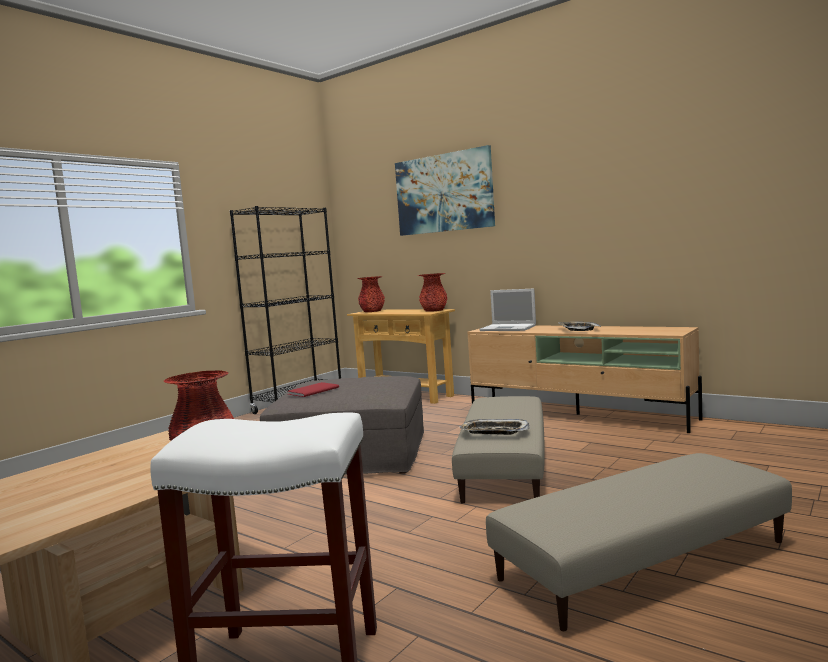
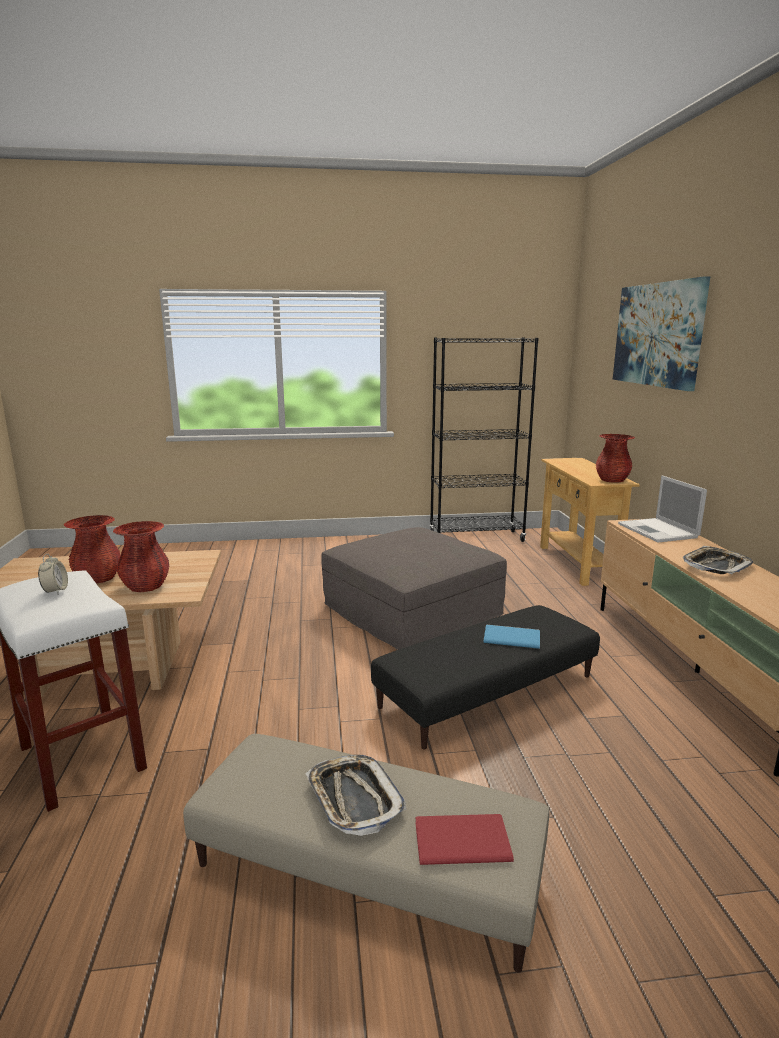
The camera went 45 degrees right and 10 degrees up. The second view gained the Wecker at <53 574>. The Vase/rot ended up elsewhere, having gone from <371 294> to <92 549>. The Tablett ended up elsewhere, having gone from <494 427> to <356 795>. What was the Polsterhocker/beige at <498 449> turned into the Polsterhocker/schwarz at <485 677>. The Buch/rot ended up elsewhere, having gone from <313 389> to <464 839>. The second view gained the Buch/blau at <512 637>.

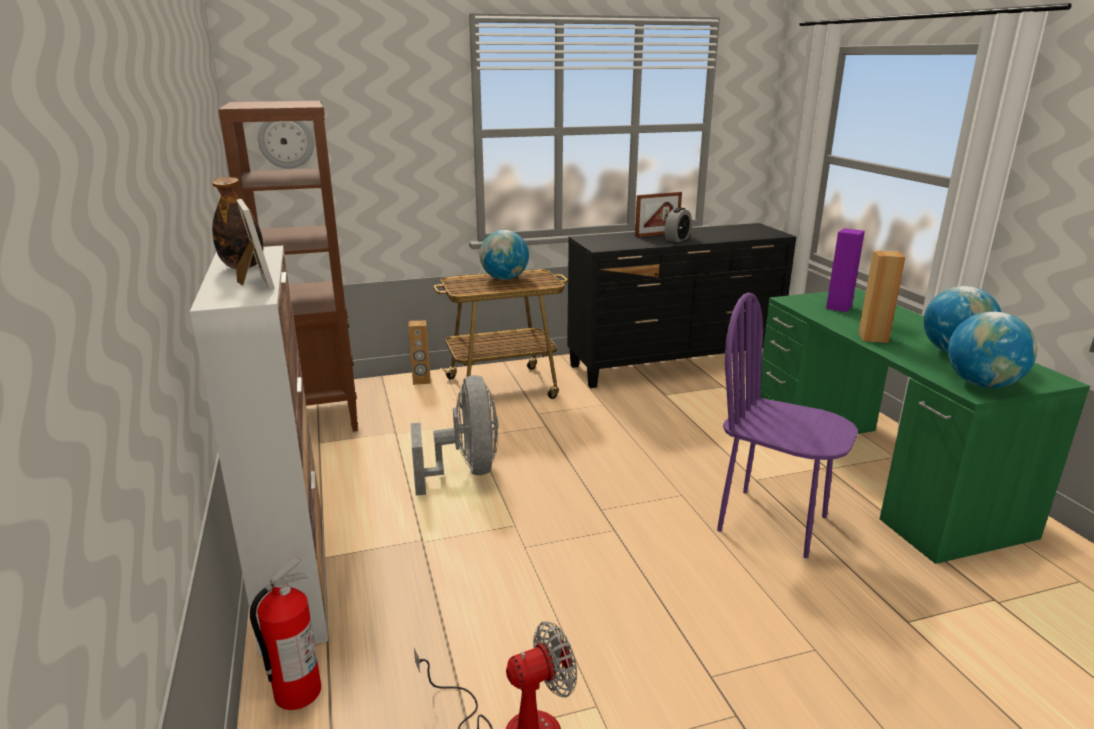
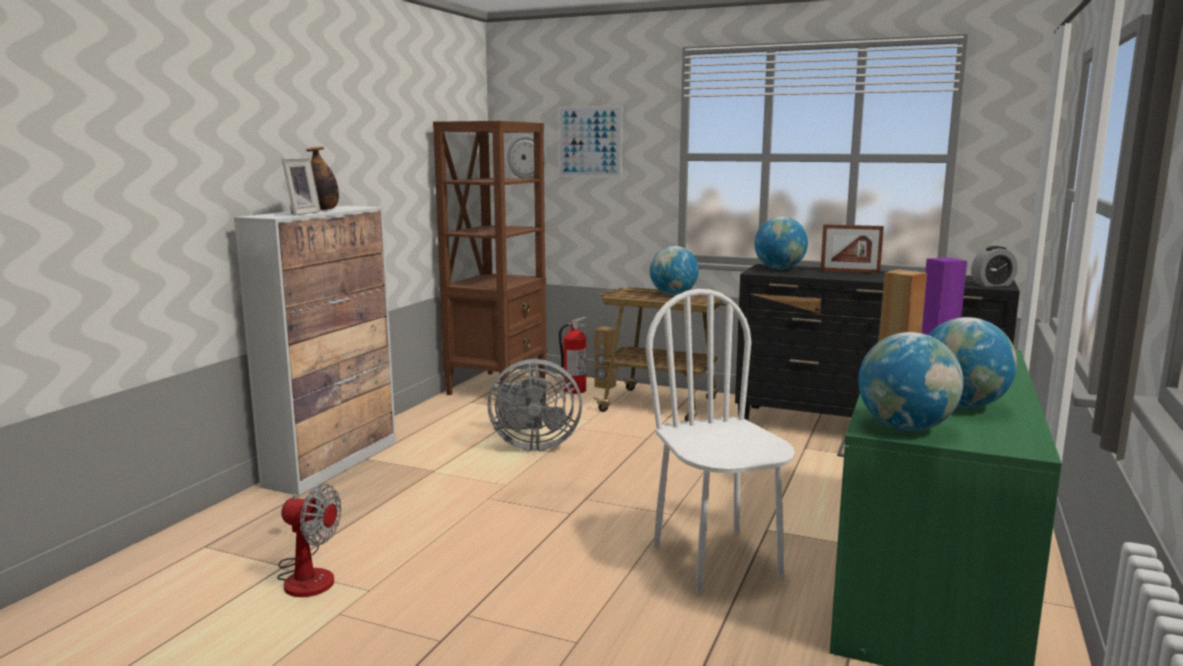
The camera went 40 degrees right and 10 degrees down. The Ventilator/grau at <454 435> ended up facing another way, 60 degrees clockwise from before. The second view gained the Bild at <590 142>. The Feuerlöscher ended up elsewhere, having gone from <285 633> to <574 355>. What was the Stuhl/lila at <787 425> turned into the Stuhl/weiß at <720 441>. The second view gained the Globus at <781 243>. The Wecker ended up elsewhere, having gone from <678 224> to <994 266>.

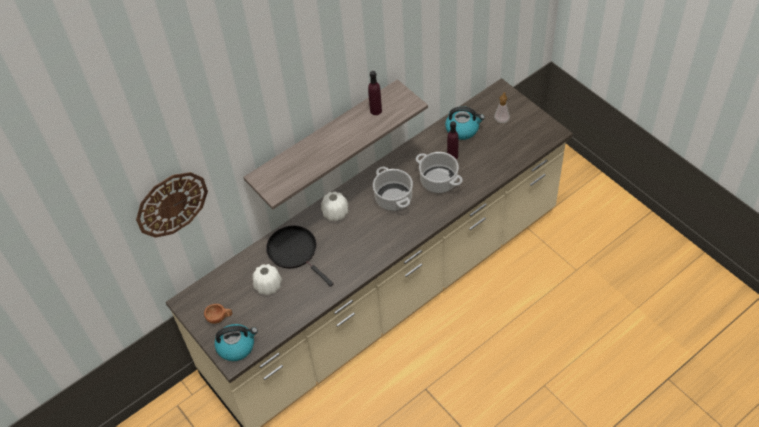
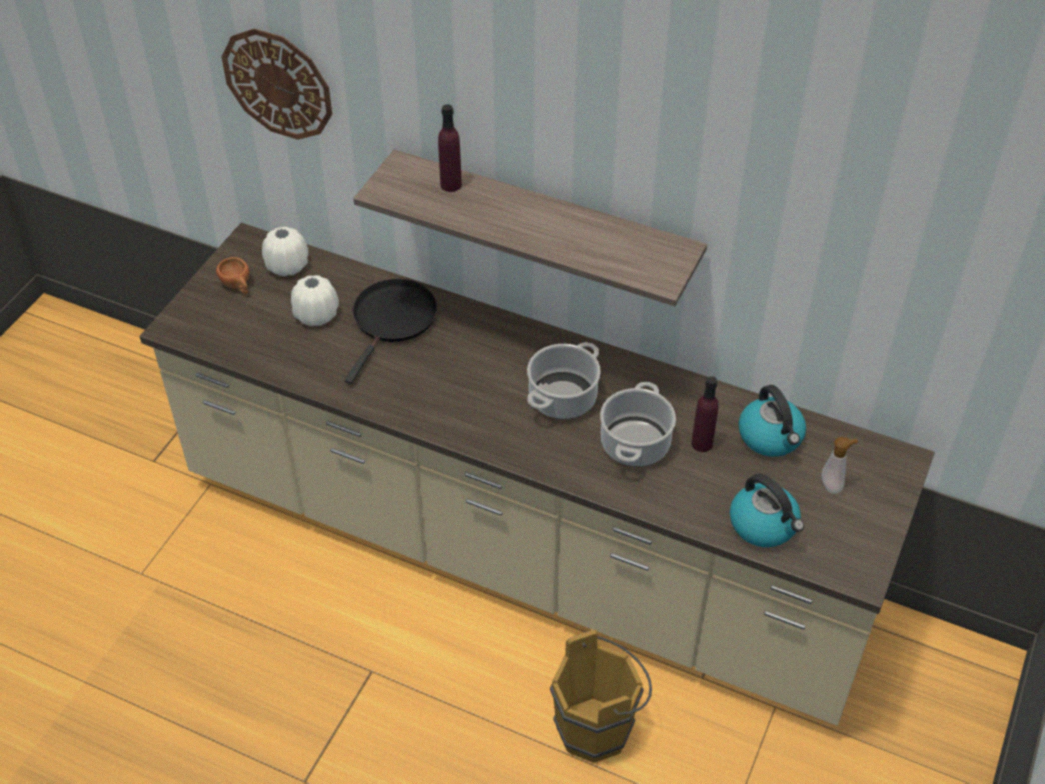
The camera went 60 degrees right and 5 degrees down. The Vase/weiß ended up elsewhere, having gone from <334 206> to <285 251>. The Flasche/lila ended up elsewhere, having gone from <375 93> to <450 148>. The second view gained the Eimer/braun at <601 696>. The Wasserkessel ended up elsewhere, having gone from <236 342> to <767 510>.

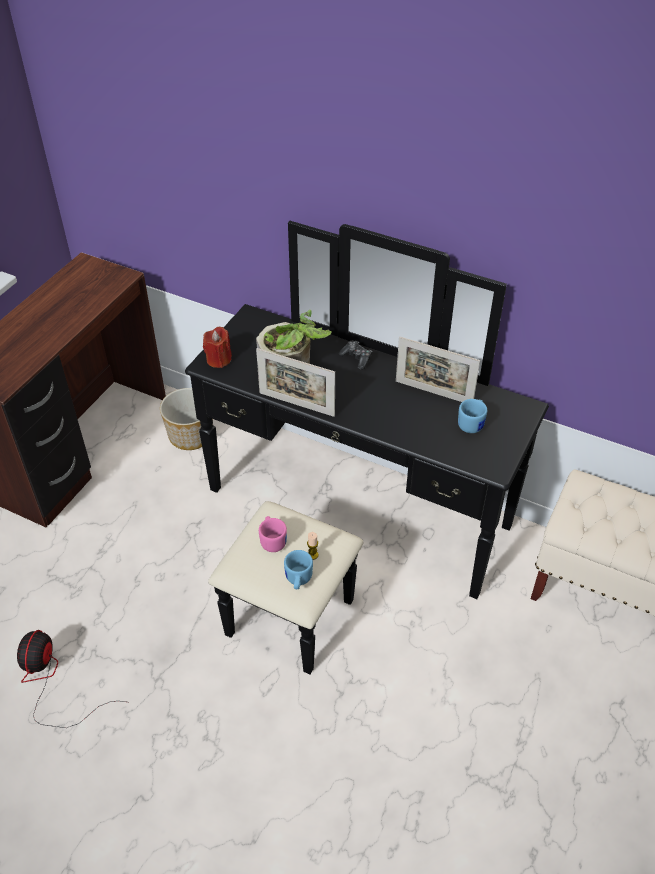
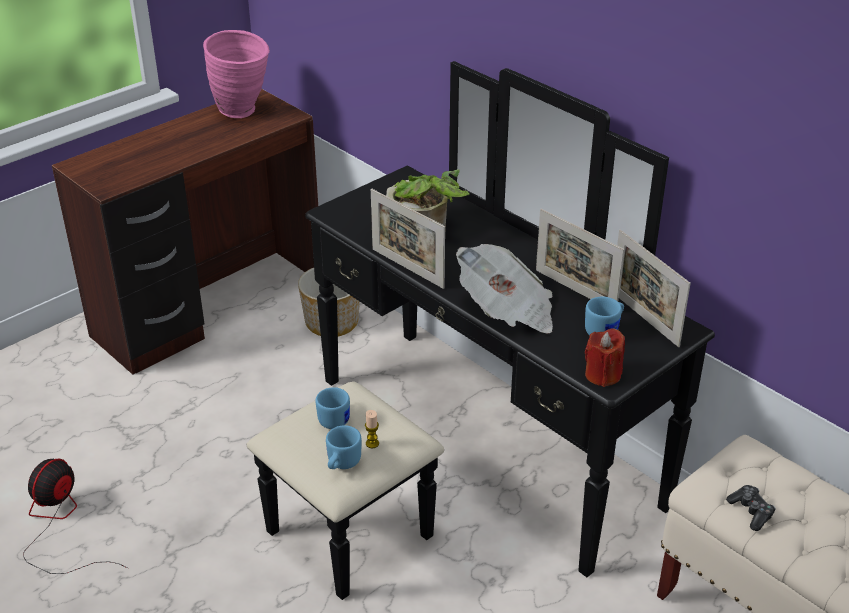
The camera went 20 degrees right and 10 degrees down. The second view gained the Vase/rosa at <236 74>. What was the Henkelbecher/rosa at <273 534> turned into the Henkelbecher/blau at <333 408>. The second view gained the Zeitung at <504 289>. The Kerze/rot ended up elsewhere, having gone from <217 347> to <605 357>. The second view gained the Bilderrahmen at <654 288>. The Gamepad ended up elsewhere, having gone from <355 355> to <751 508>.

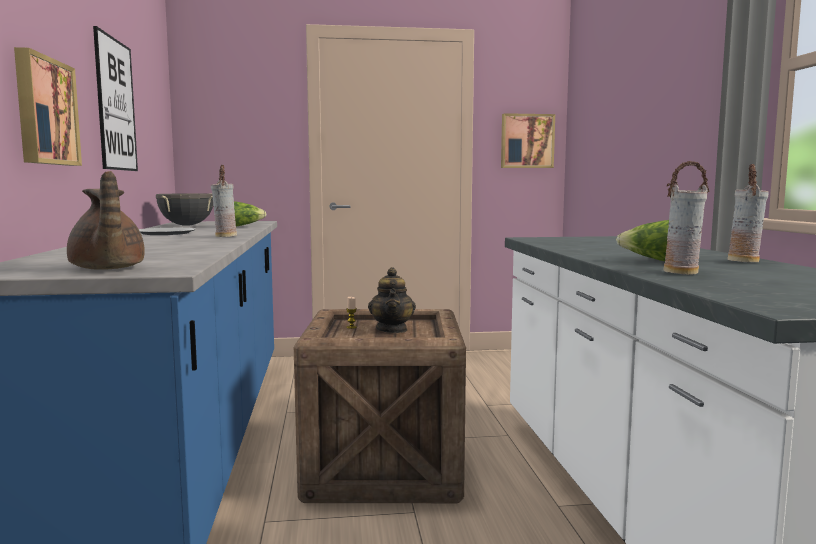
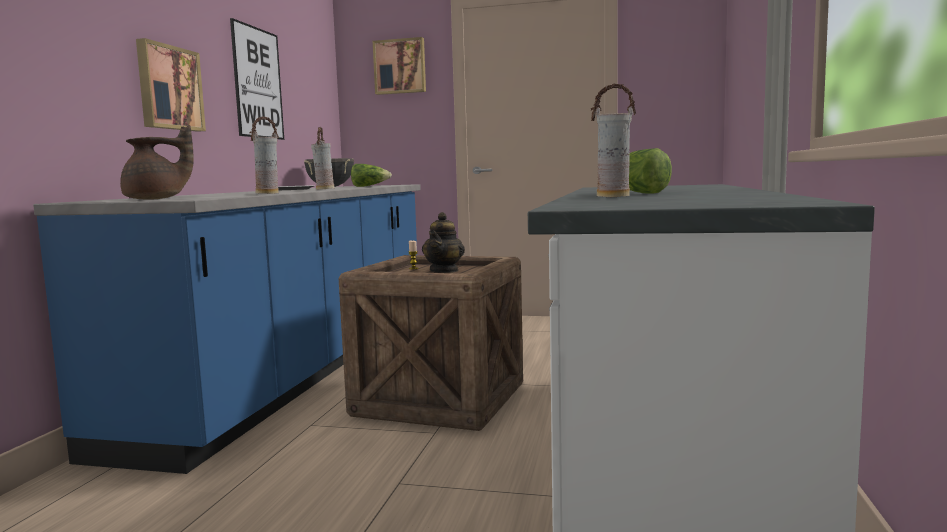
The camera went 20 degrees right and 0 degrees up. The Teekanne/braun at <106 220> ended up facing another way, 105 degrees counterclockwise from before. The Vase ended up elsewhere, having gone from <748 213> to <264 155>. The Bild ended up elsewhere, having gone from <528 140> to <399 66>.

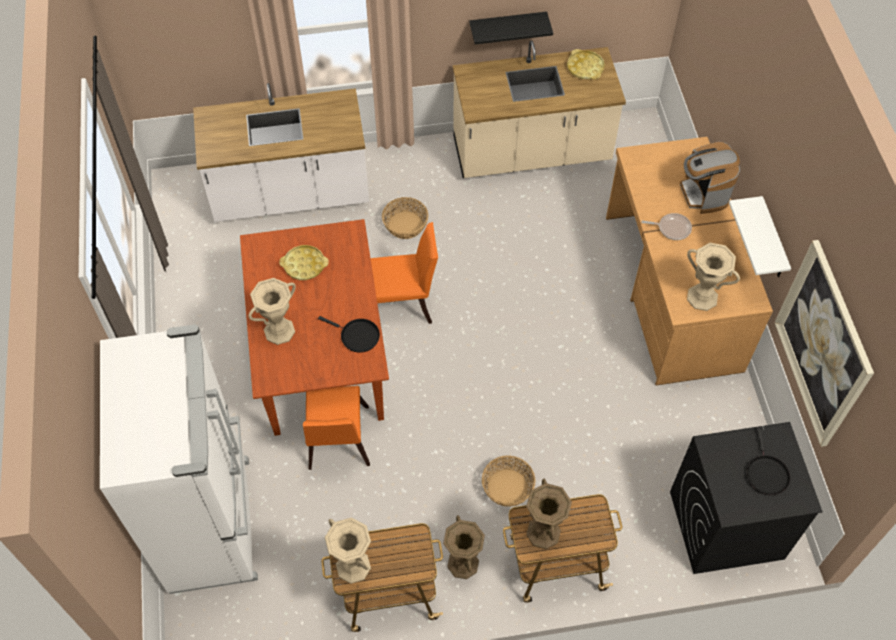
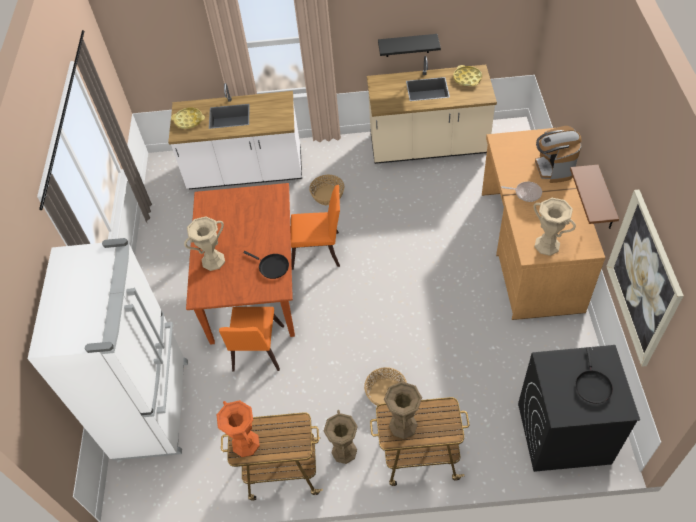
The camera went 10 degrees right and 5 degrees down. The Tablett/gelb ended up elsewhere, having gone from <304 262> to <188 118>. What was the Vase/beige at <348 551> turned into the Vase/orange at <238 428>. What was the Wandregal/weiß at <760 236> turned into the Wandregal/braun at <594 197>.

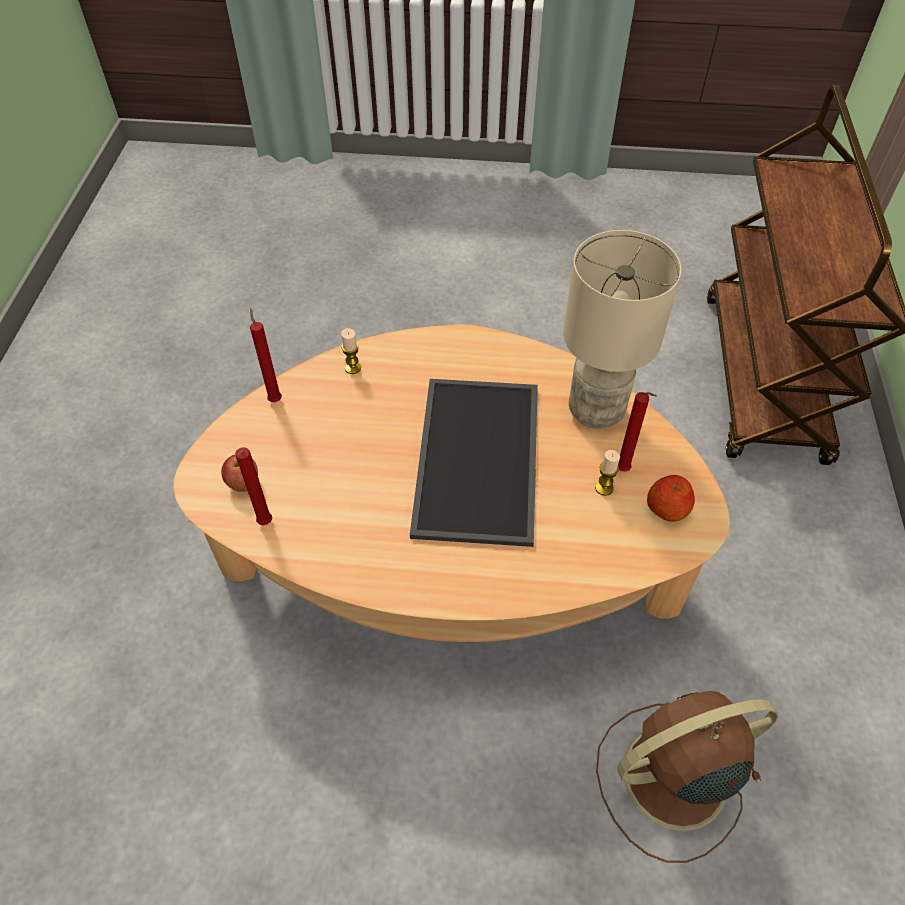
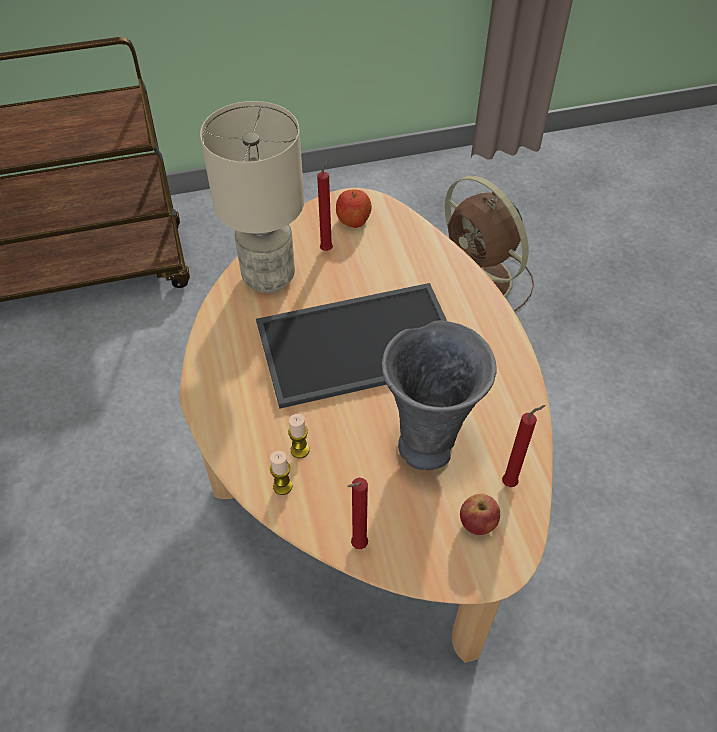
The camera went 110 degrees left and 0 degrees up. The Kerze ended up elsewhere, having gone from <607 473> to <298 436>. The second view gained the Vase/grau at <439 395>.

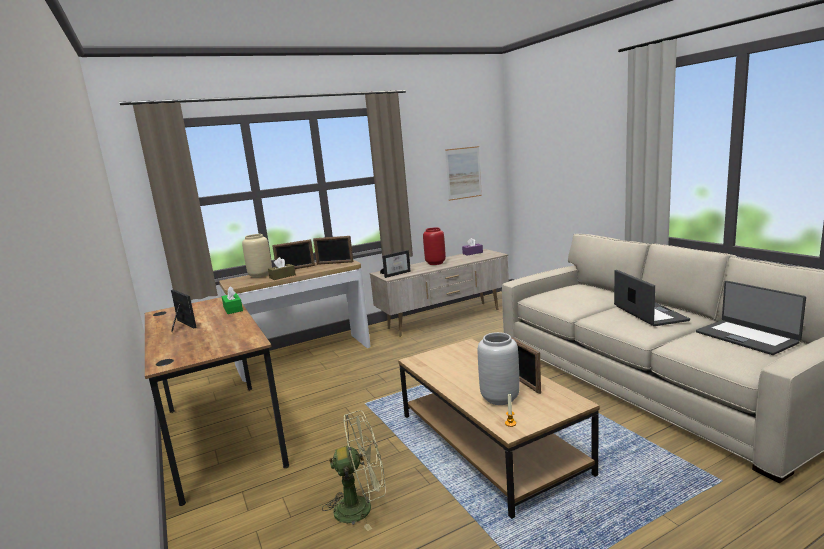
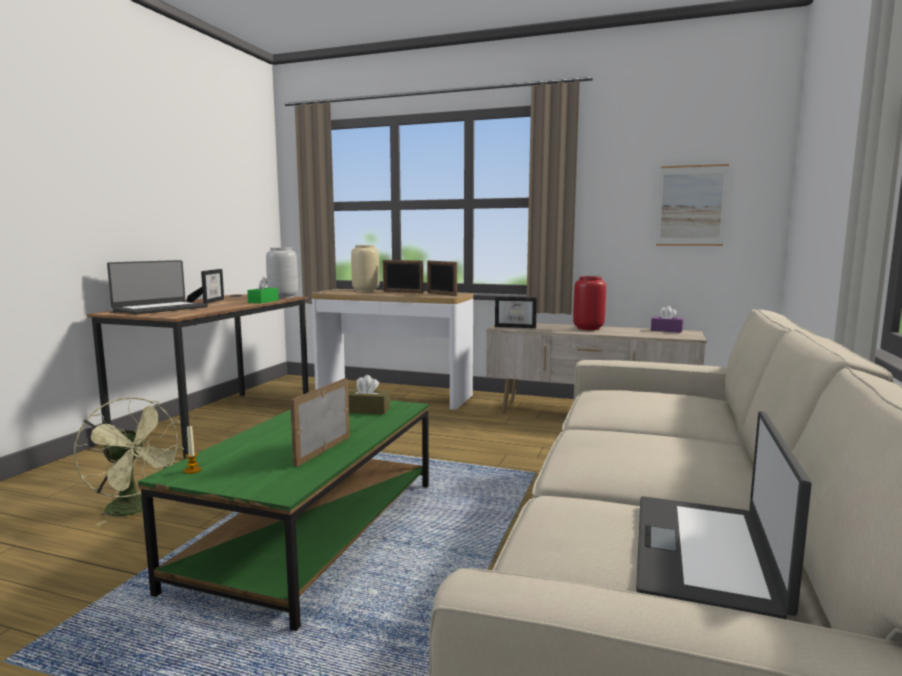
The camera went 45 degrees right and 5 degrees down. The Laptop ended up elsewhere, having gone from <652 298> to <157 287>. What was the Couchtisch/braun at <499 428> turned into the Couchtisch/grün at <283 515>. The Vase/grau ended up elsewhere, having gone from <499 368> to <282 272>. The Taschentuchbox/braun ended up elsewhere, having gone from <282 268> to <369 394>.

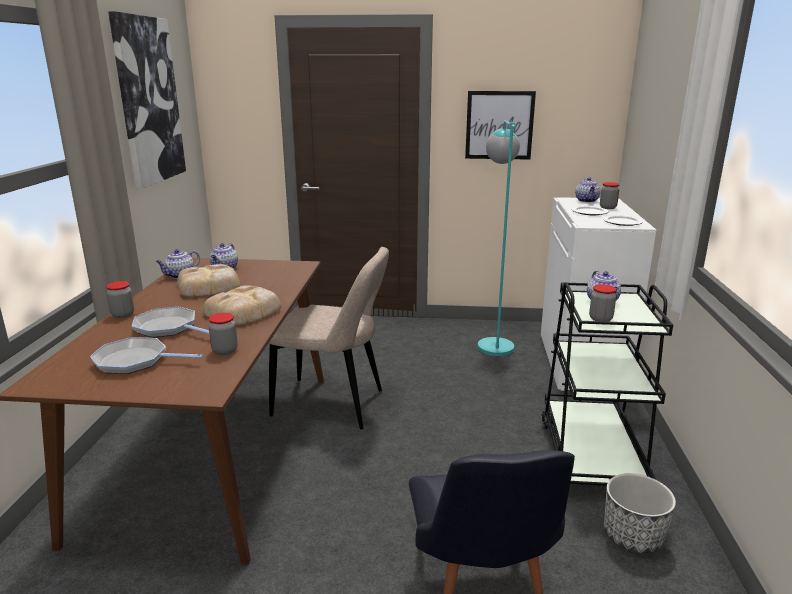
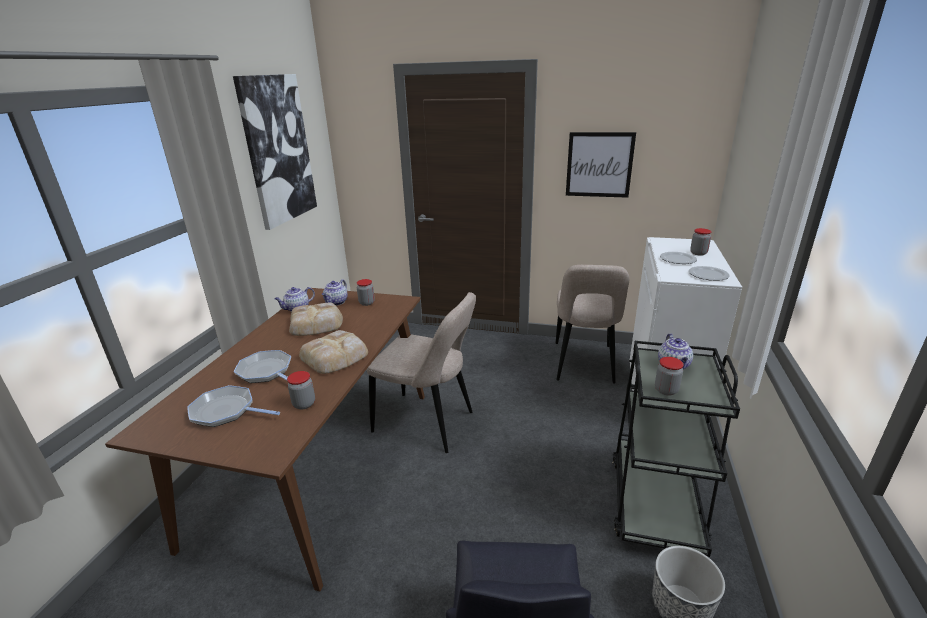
The camera went 10 degrees right and 5 degrees up. The Vorratsglas ended up elsewhere, having gone from <120 299> to <366 292>. Where the Stehlampe/türkis stood at <499 238>, the Stuhl/beige came to stand at <592 324>. The second view lost the Teekanne at <588 189>.

